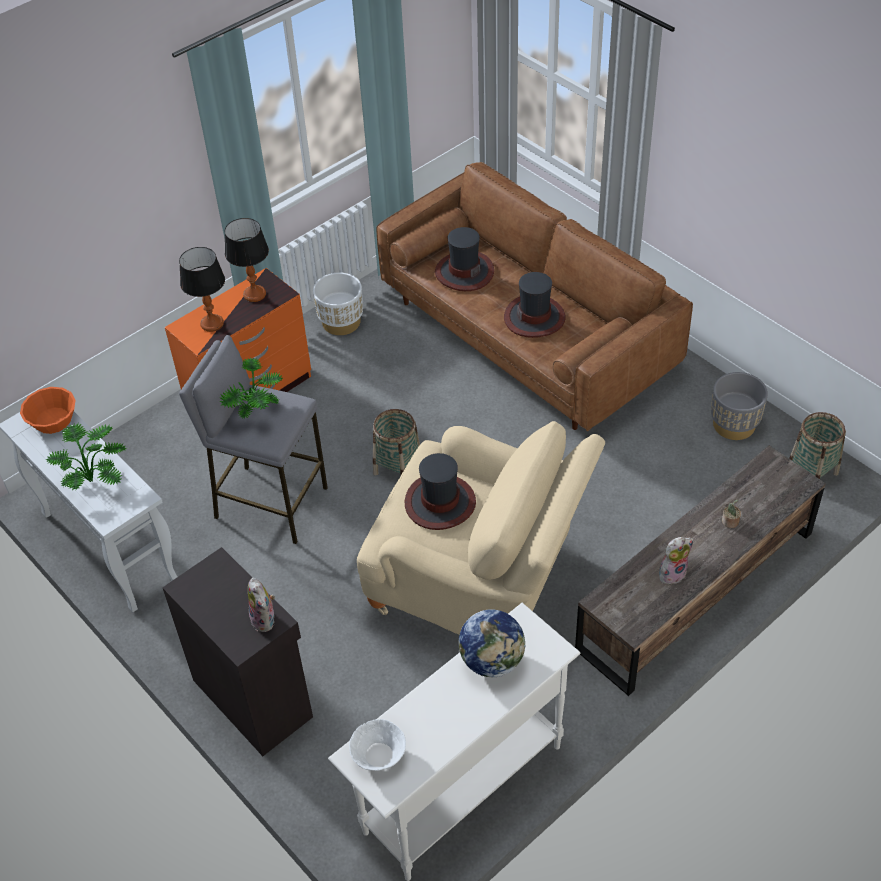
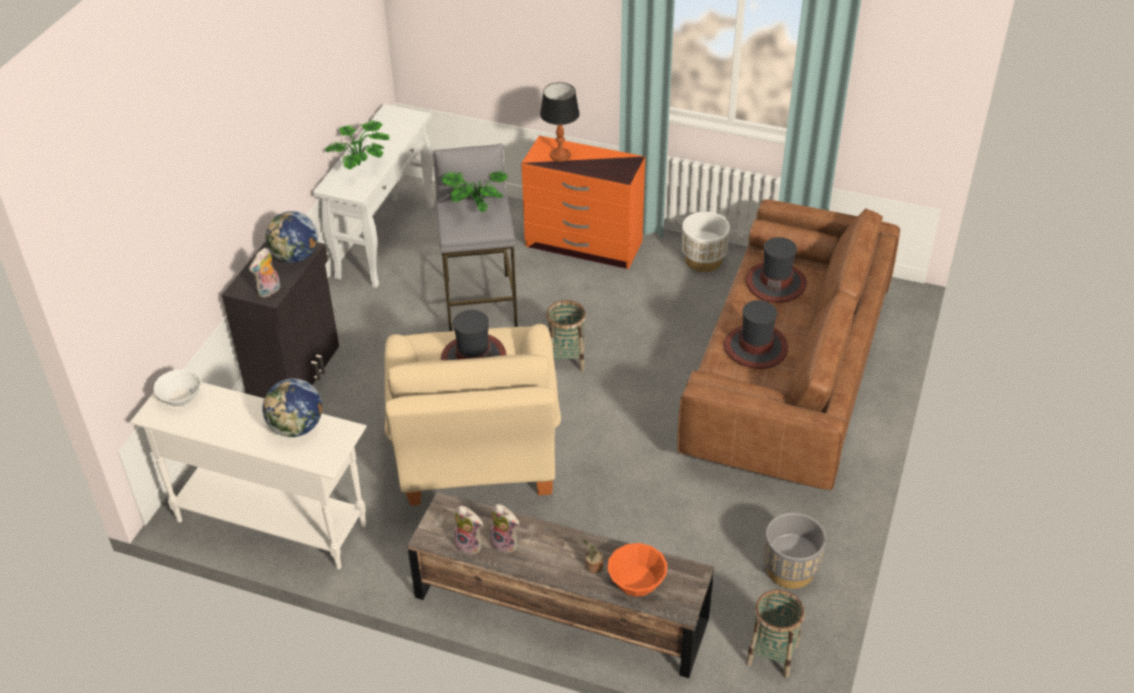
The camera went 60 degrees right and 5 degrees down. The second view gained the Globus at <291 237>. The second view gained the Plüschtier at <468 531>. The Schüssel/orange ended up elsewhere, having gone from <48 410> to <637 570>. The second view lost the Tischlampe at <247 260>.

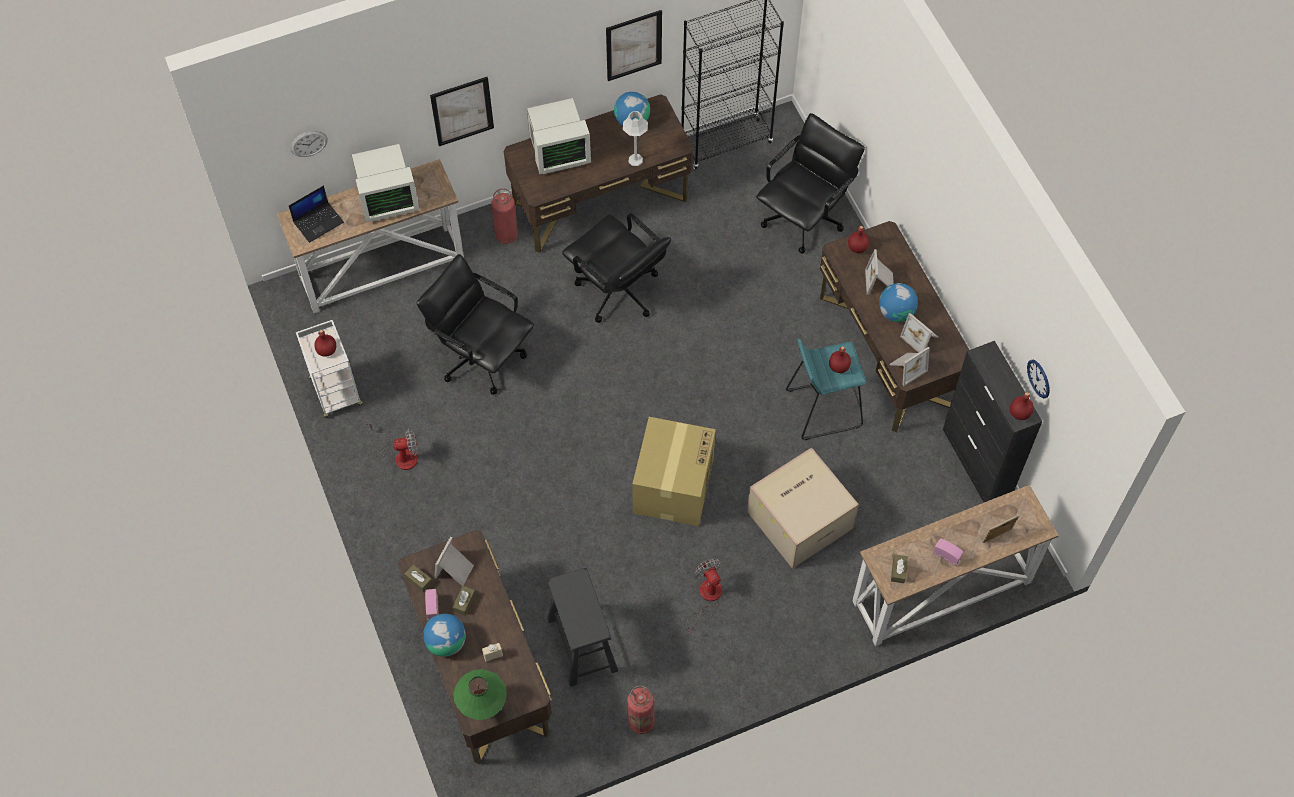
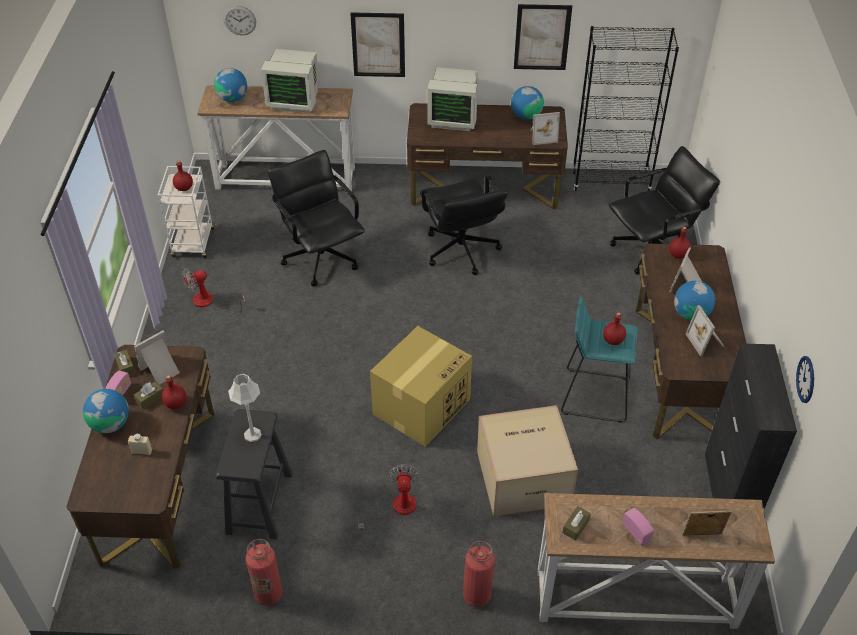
The camera went 25 degrees right and 15 degrees down. The Flasche/rot ended up elsewhere, having gone from <1022 406> to <174 392>. The Ventilator at <391 446> ended up facing another way, 135 degrees clockwise from before. Where the Laptop stood at <316 214>, the Globus came to stand at <230 85>. The Tischlampe/grau ended up elsewhere, having gone from <635 138> to <245 408>. The Feuerlöscher ended up elsewhere, having gone from <504 216> to <479 574>. The Bilderrahmen ended up elsewhere, having gone from <909 366> to <545 128>. The second view lost the Tischlampe/grün at <480 694>.

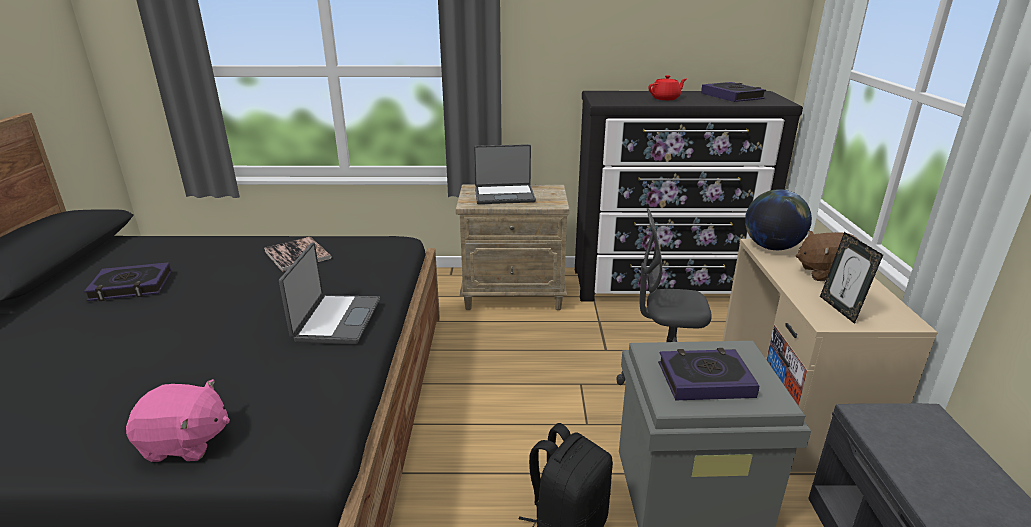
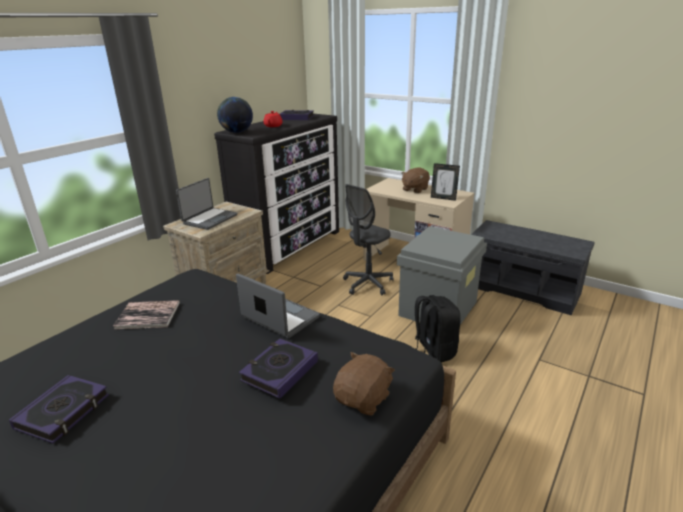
The camera went 55 degrees left and 0 degrees up. The Globus ended up elsewhere, having gone from <778 219> to <235 115>. The Buch ended up elsewhere, having gone from <708 374> to <278 368>. What was the Plüschtier/rosa at <178 420> turned into the Plüschtier/braun at <364 384>.

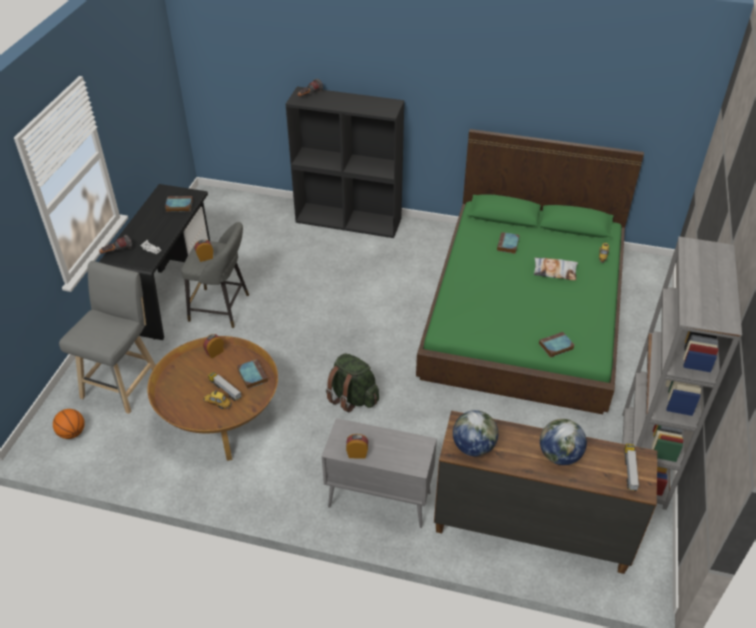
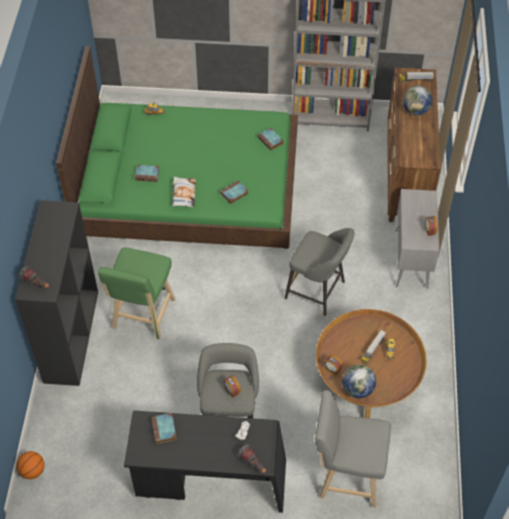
The camera went 100 degrees left and 10 degrees up. The Basketball ended up elsewhere, having gone from <69 424> to <30 465>. The second view gained the Hocker/grün at <136 293>. The Kissen ended up elsewhere, having gone from <556 268> to <184 191>. The Buch ended up elsewhere, having gone from <252 374> to <234 192>. Where the Rucksack/grün stood at <352 382>, the Hocker/grau came to stand at <320 272>. The Globus ended up elsewhere, having gone from <475 433> to <359 381>.

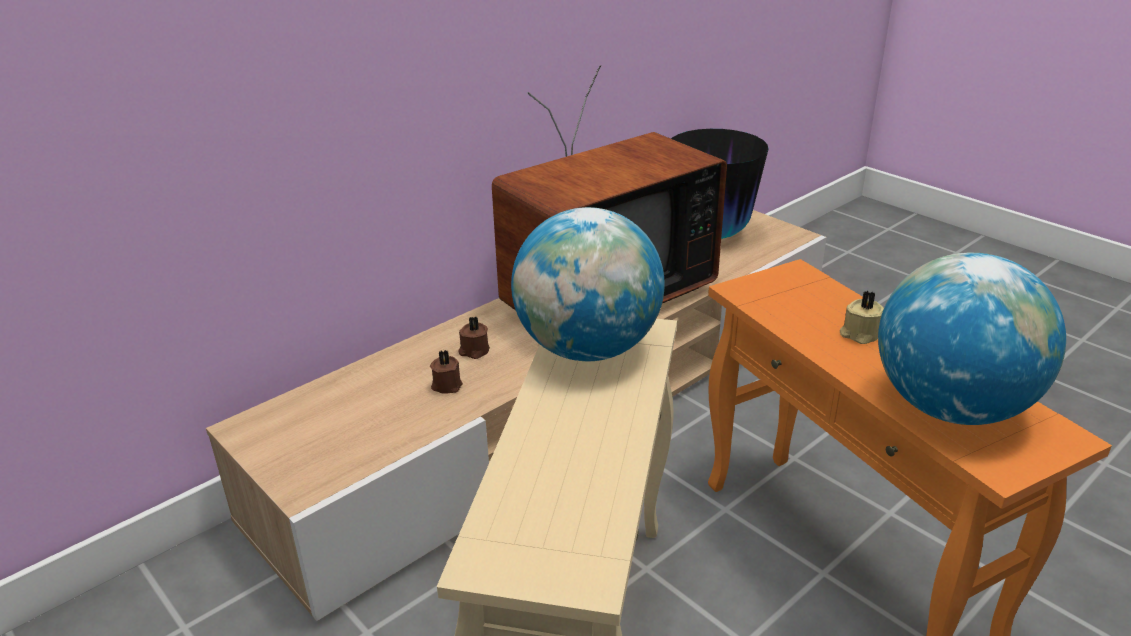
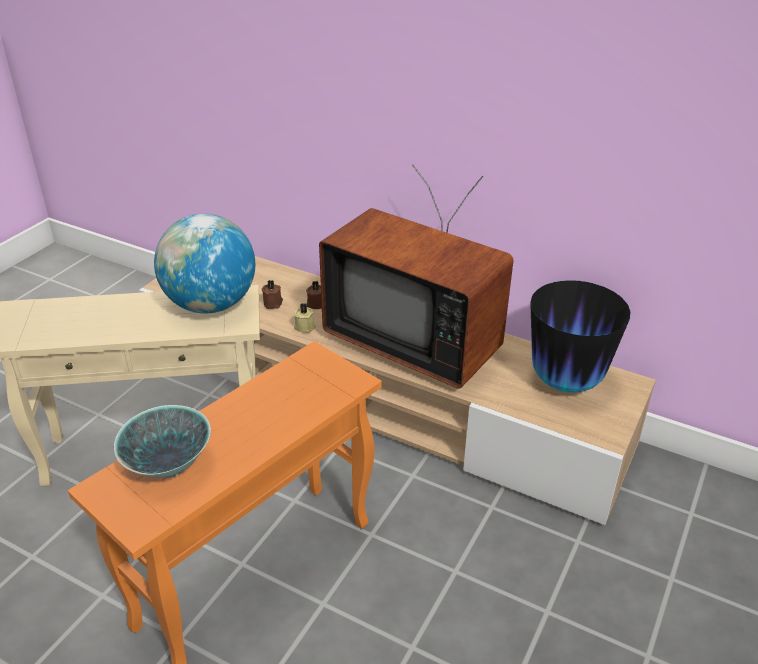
The camera went 70 degrees right and 5 degrees up. Where the Globus stood at <972 339>, the Schüssel came to stand at <162 441>. The Kerze/beige ended up elsewhere, having gone from <862 317> to <304 318>.

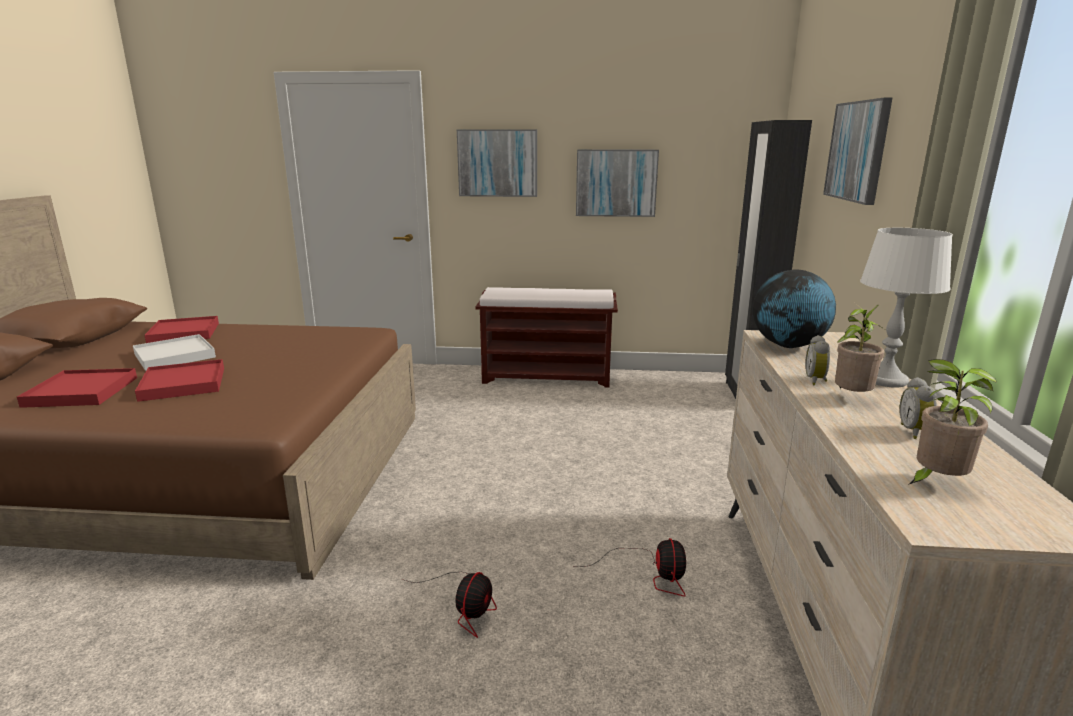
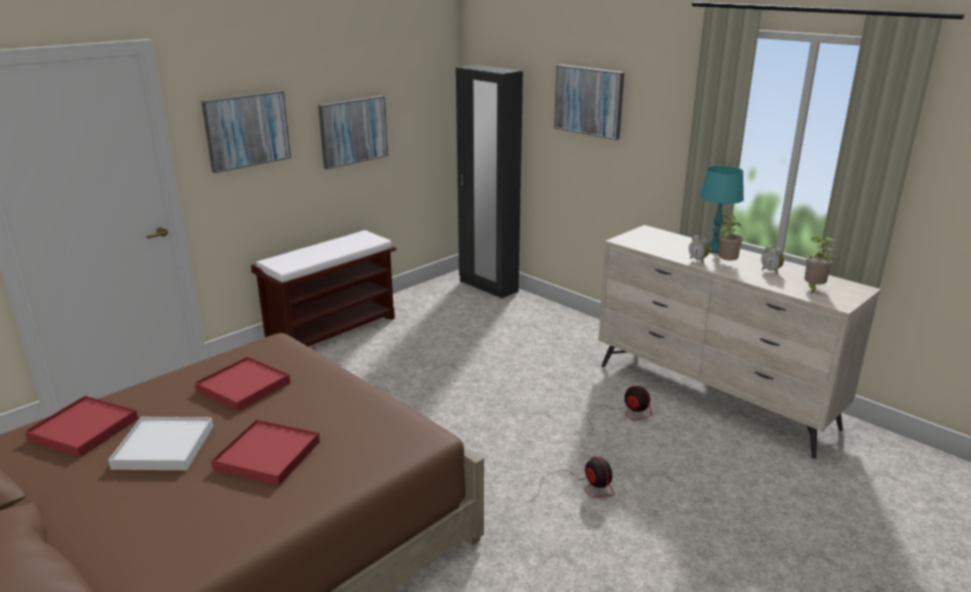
The camera went 50 degrees left and 5 degrees up. The Tablett/rot ended up elsewhere, having gone from <77 388> to <242 383>. What was the Tischlampe/weiß at <906 308> turned into the Tischlampe/türkis at <721 209>. The second view lost the Globus at <794 309>.

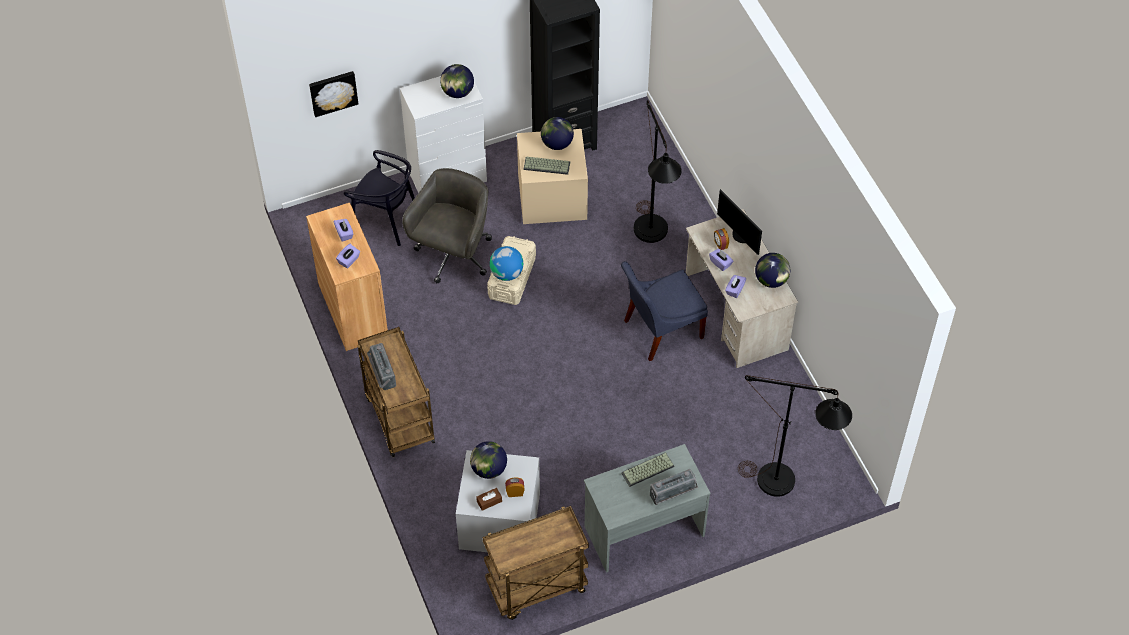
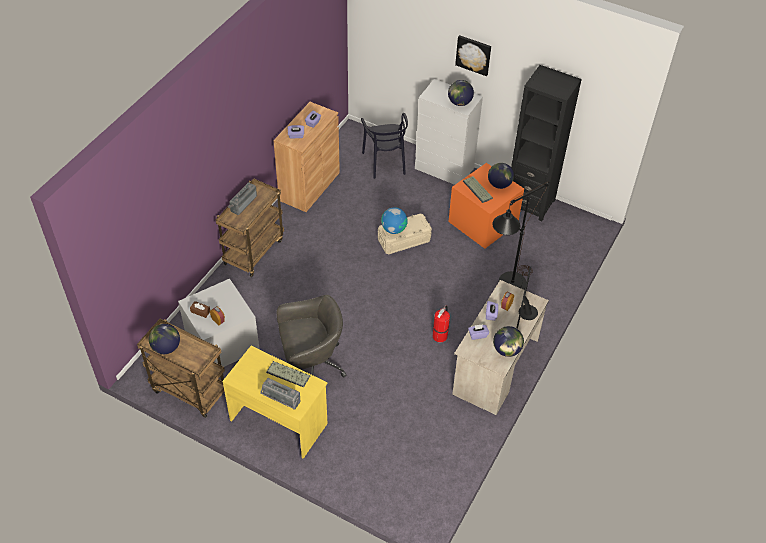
The camera went 50 degrees right and 5 degrees down. The Globus ended up elsewhere, having gone from <488 460> to <164 339>. What was the Schreibtisch/grau at <647 508> turned into the Schreibtisch/gelb at <275 402>. The Bürostuhl/grau ended up elsewhere, having gone from <447 225> to <312 336>. Where the Stuhl/blau stood at <664 311>, the Feuerlöscher came to stand at <441 323>. What was the Aufbewahrungsbox/beige at <552 176> turned into the Aufbewahrungsbox/orange at <486 206>. The Bild ended up elsewhere, having gone from <333 94> to <473 55>. The second view lost the Stehlampe/schwarz at <795 436>.

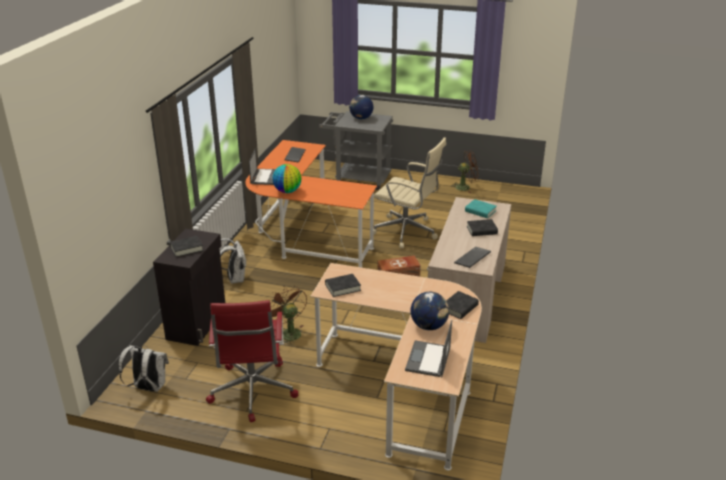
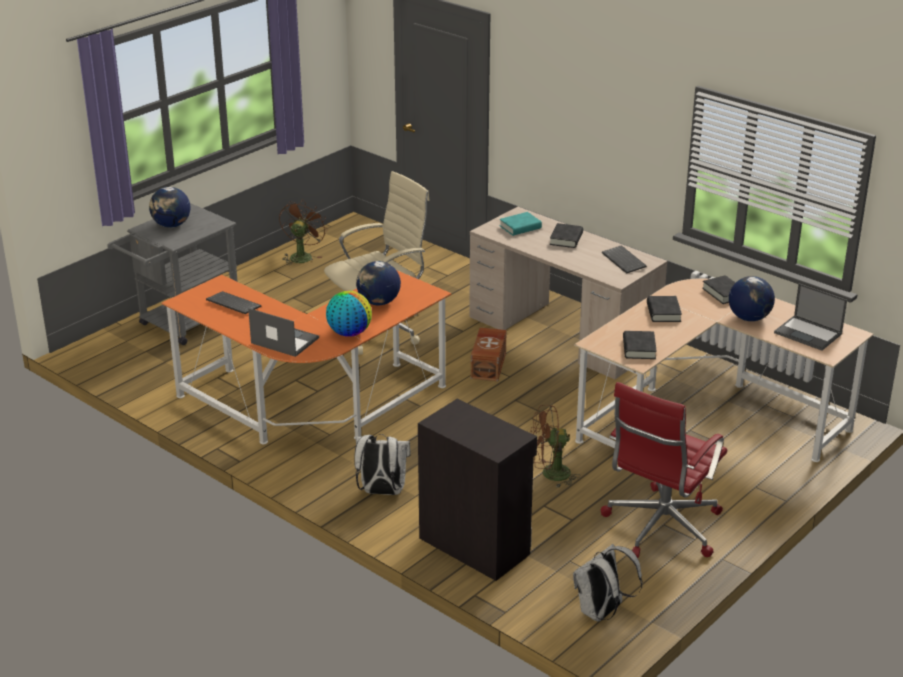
The camera went 65 degrees left and 0 degrees up. The second view gained the Globus at <378 283>. The Bürostuhl/rot at <252 361> ended up facing another way, 105 degrees clockwise from before. The Buch/schwarz ended up elsewhere, having gone from <187 246> to <664 309>.

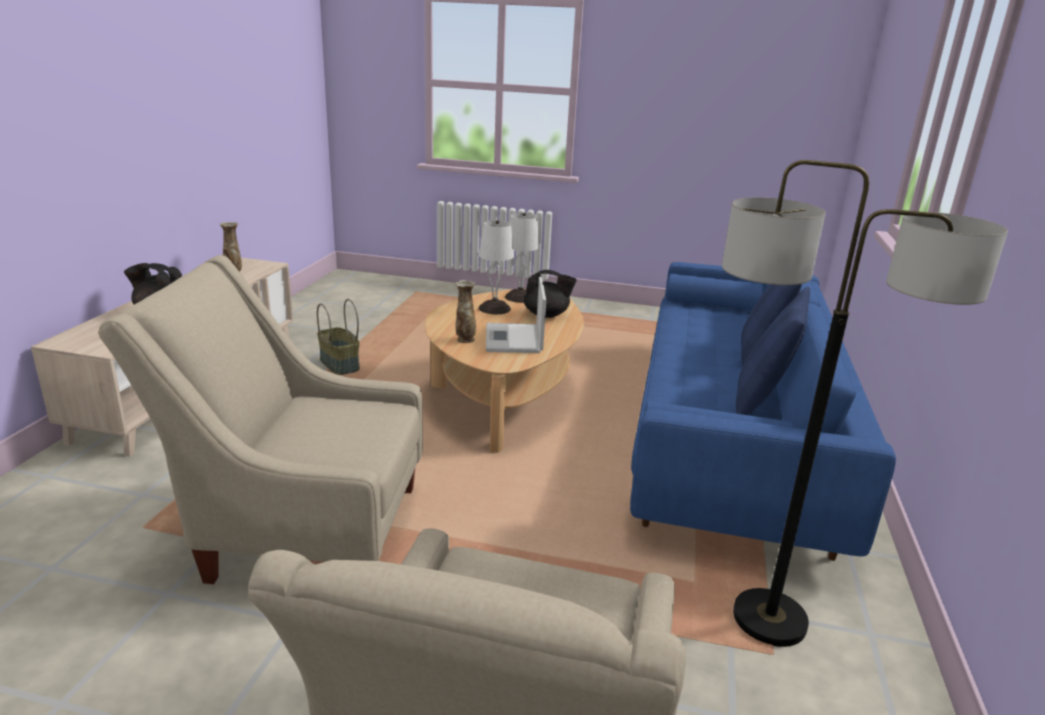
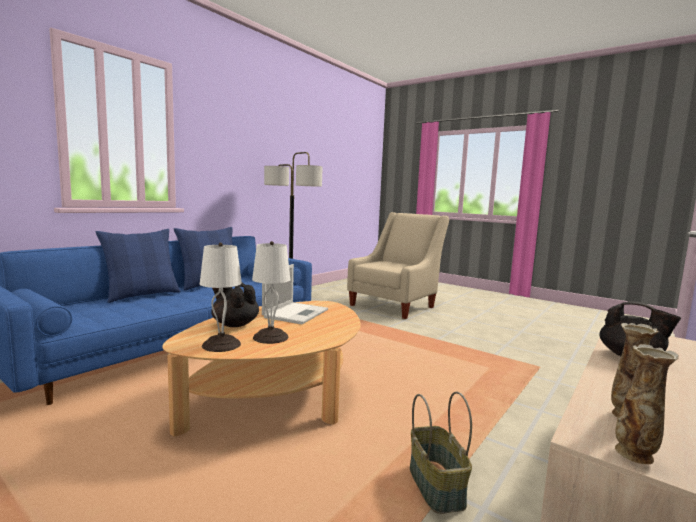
The camera went 155 degrees left and 15 degrees down. The Vase ended up elsewhere, having gone from <465 311> to <647 404>. The second view lost the Sessel/beige at <260 419>.

